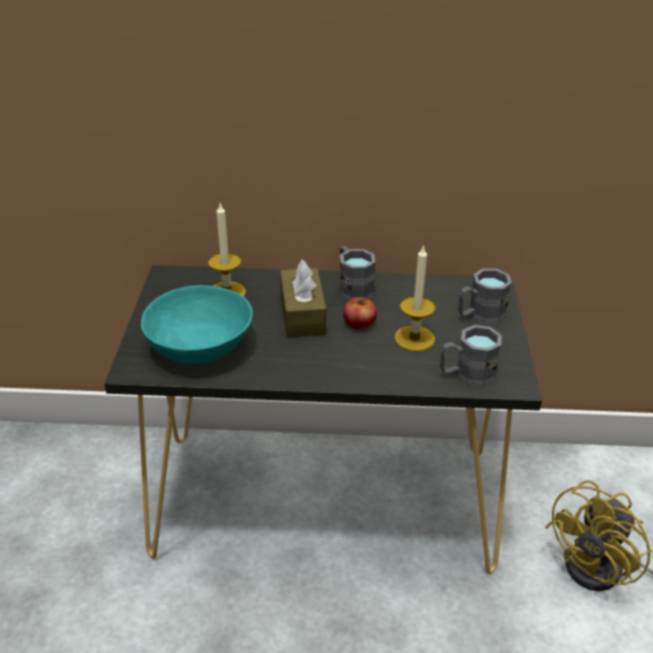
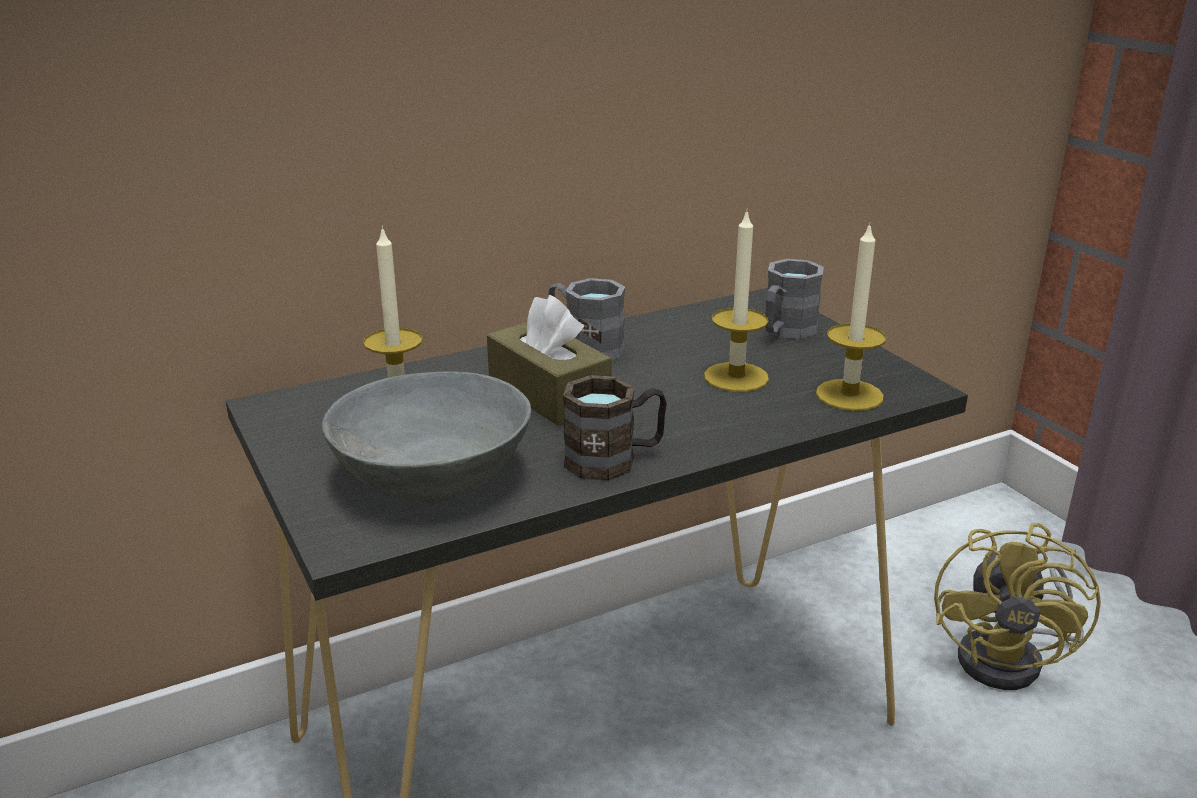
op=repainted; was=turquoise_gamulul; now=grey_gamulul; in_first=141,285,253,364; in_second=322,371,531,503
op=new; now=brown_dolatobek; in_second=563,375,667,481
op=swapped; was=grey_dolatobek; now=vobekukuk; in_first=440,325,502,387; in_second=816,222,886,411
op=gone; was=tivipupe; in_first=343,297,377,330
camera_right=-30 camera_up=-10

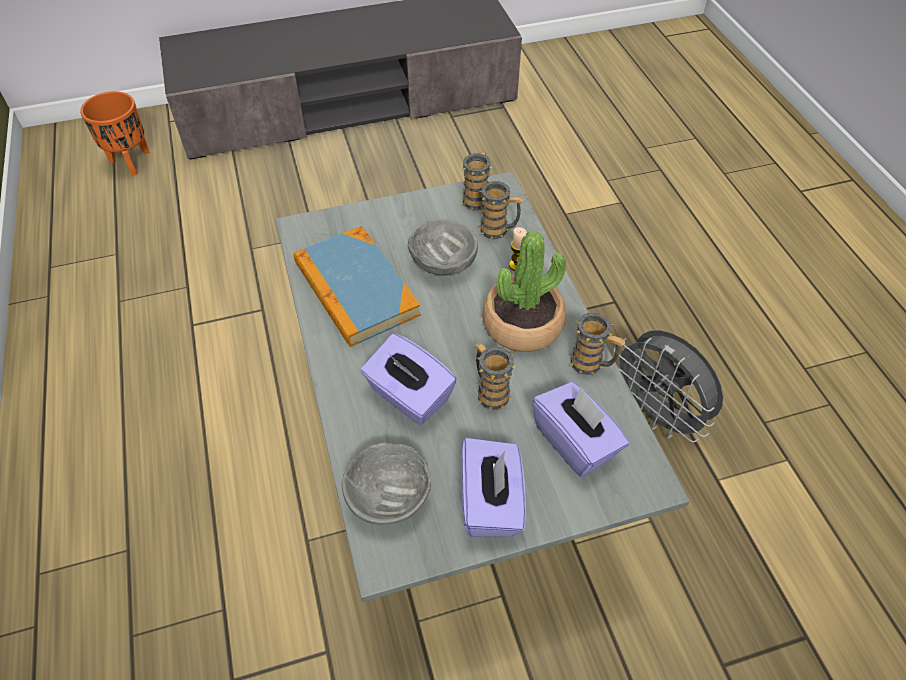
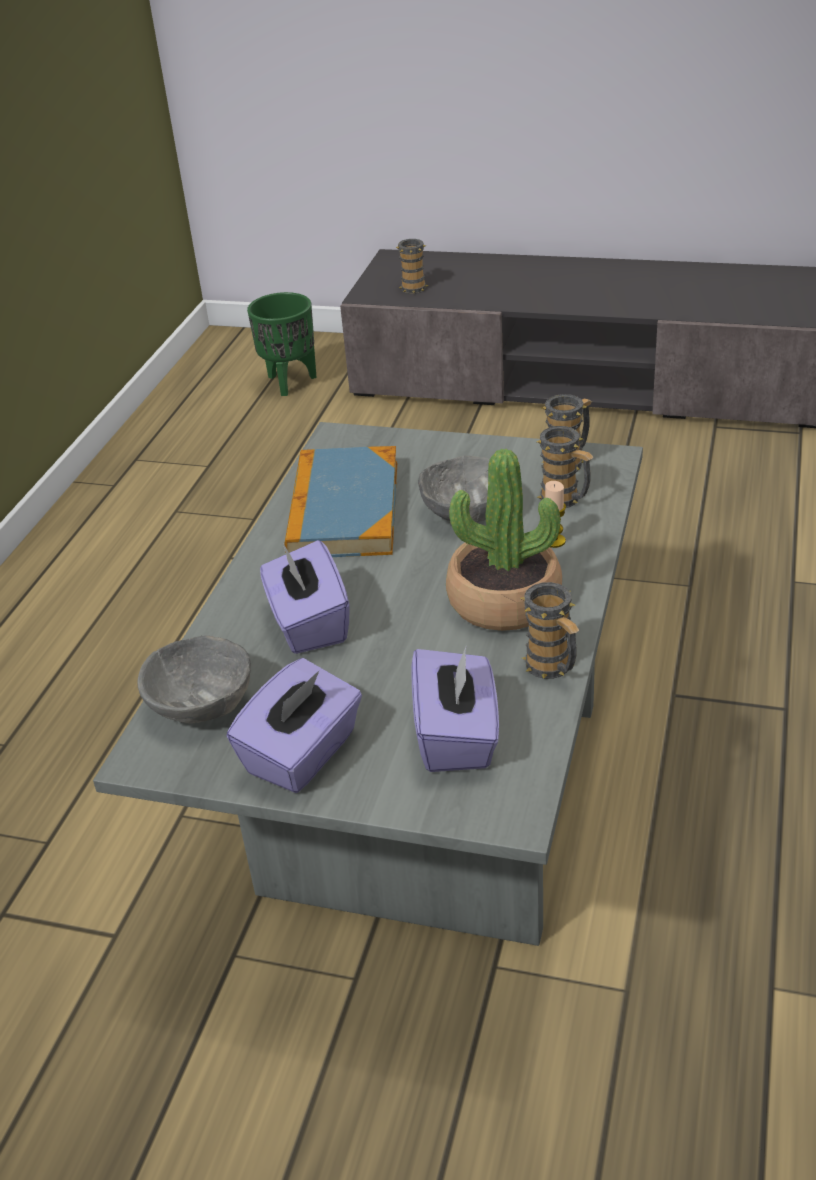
op=repainted; was=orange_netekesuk; now=green_netekesuk; in_first=80,91,149,176; in_second=247,292,317,396
op=shifted; was=dolatobek; in_first=475,343,516,410; in_second=396,239,428,294
op=gone; was=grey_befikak; in_first=614,330,723,443
camera_right=35 camera_up=-15

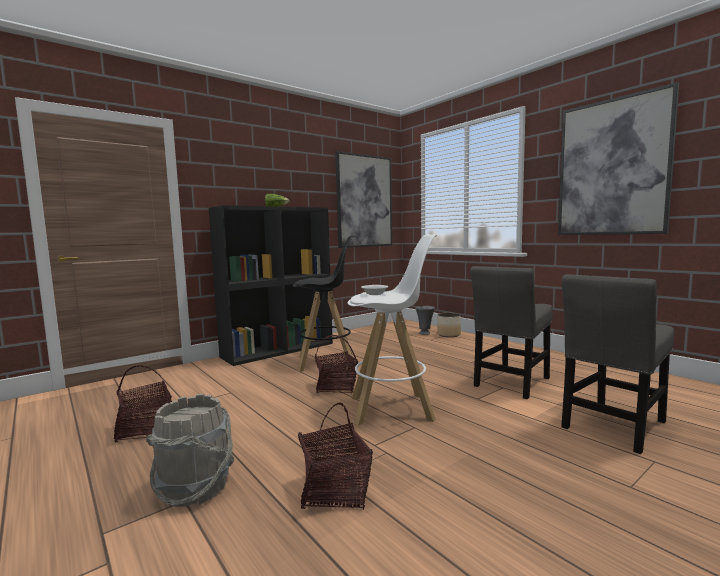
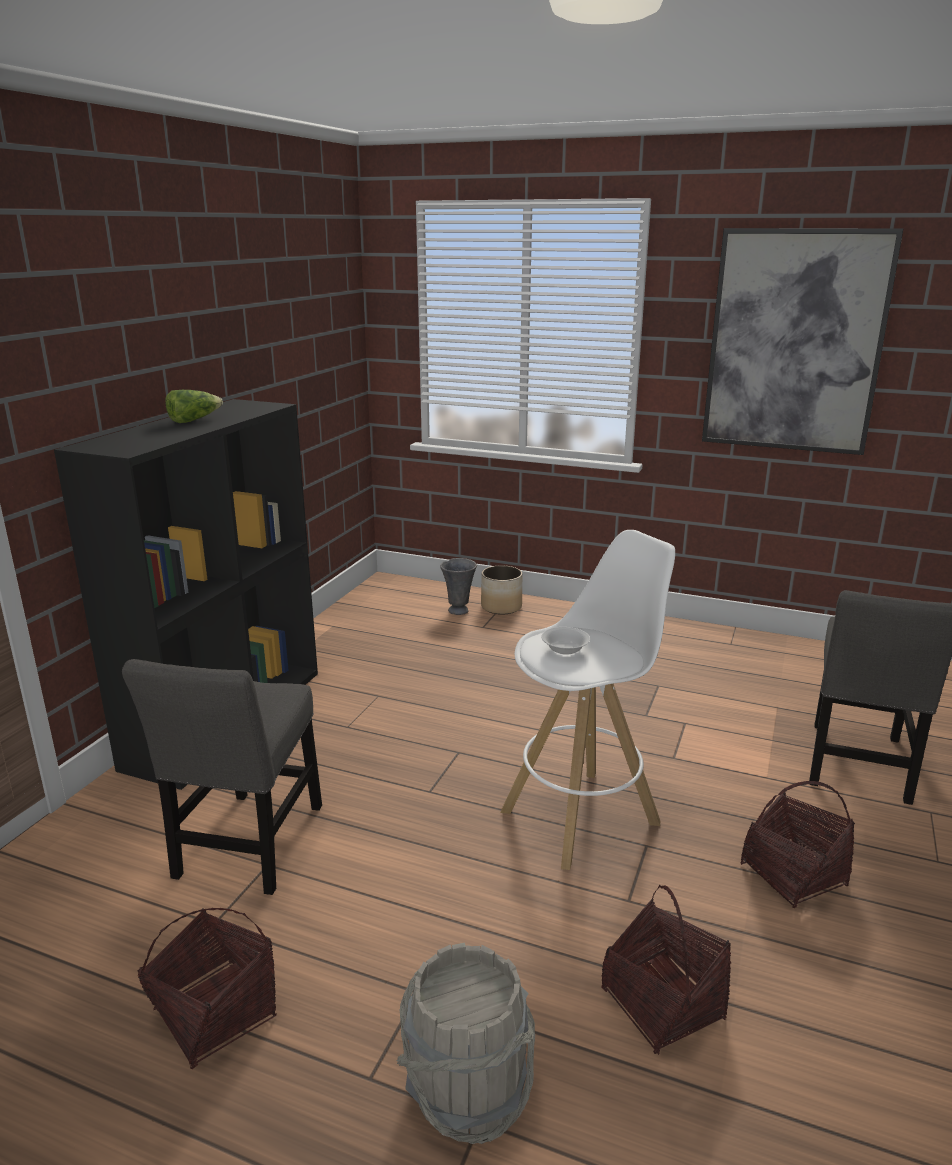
op=shifted; was=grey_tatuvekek; in_first=470,266,553,399; in_second=122,659,322,895
op=shifted; was=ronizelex; in_first=314,335,358,393; in_second=740,781,855,908
op=gone; was=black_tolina; in_first=293,236,355,372
op=gone; was=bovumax; in_first=335,151,392,248
camera_right=-30 camera_up=15

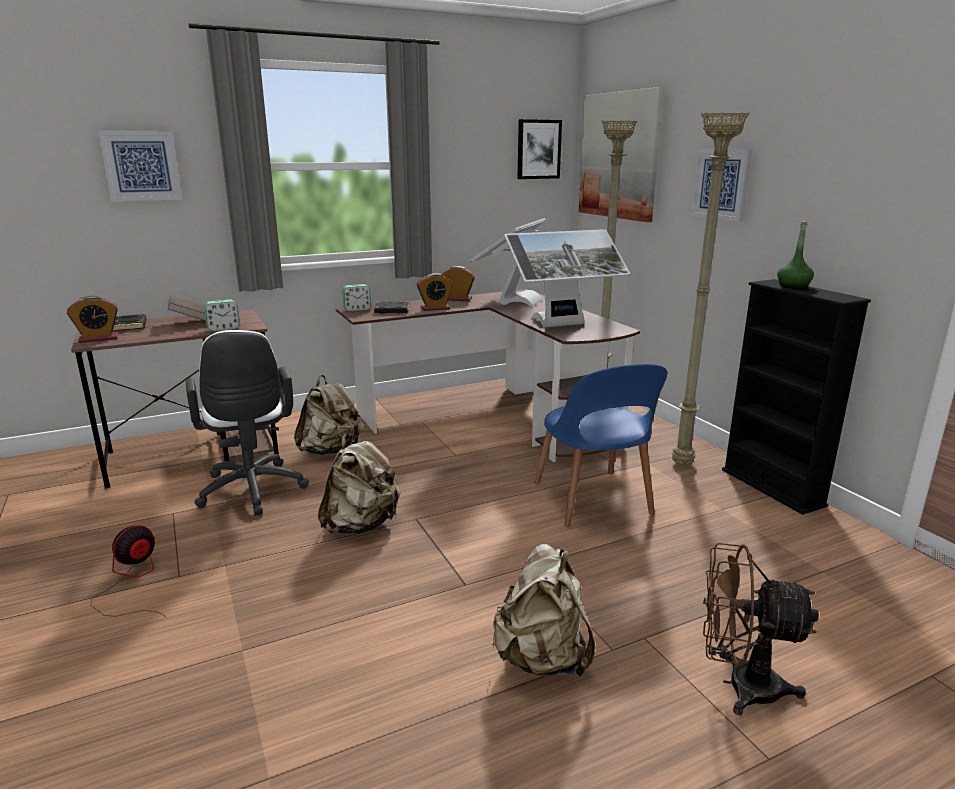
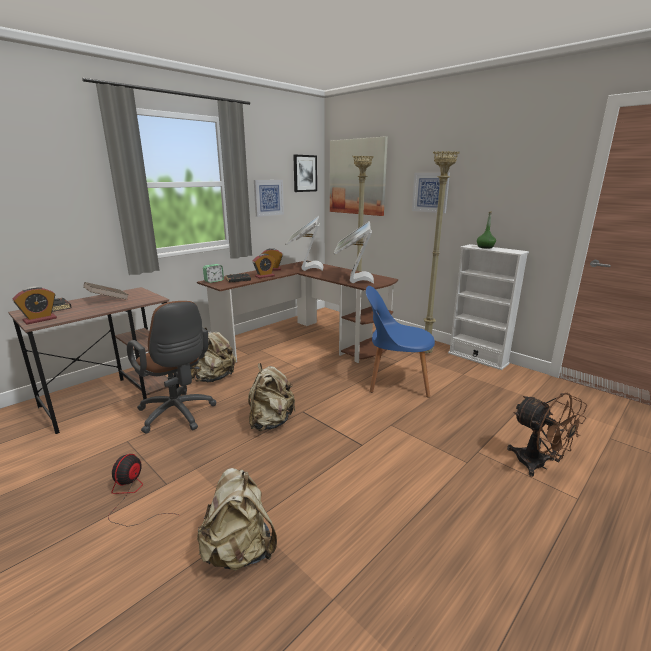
op=repainted; was=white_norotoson; now=brown_norotoson; in_first=186,330,309,515; in_second=127,301,217,434
op=shifted; was=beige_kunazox; in_first=492,544,595,677; in_second=197,468,277,571
op=shifted; was=bovumax; in_first=98,131,182,202; in_second=254,180,284,217
op=rotated; was=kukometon; in_first=504,229,630,328; in_second=334,221,374,284; clockwise=135
op=rotated; was=blue_tatuvekek; in_first=534,364,667,527; in_second=366,286,435,398; clockwise=135
op=repainted; was=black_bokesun; now=white_bokesun; in_first=722,279,871,515; in_second=448,244,529,370
op=rotated; was=brown_befikak; in_first=703,543,819,715; in_second=507,393,587,477; clockwise=-120
op=gone; was=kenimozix; in_first=204,299,240,332
camera_right=-20 camera_up=0

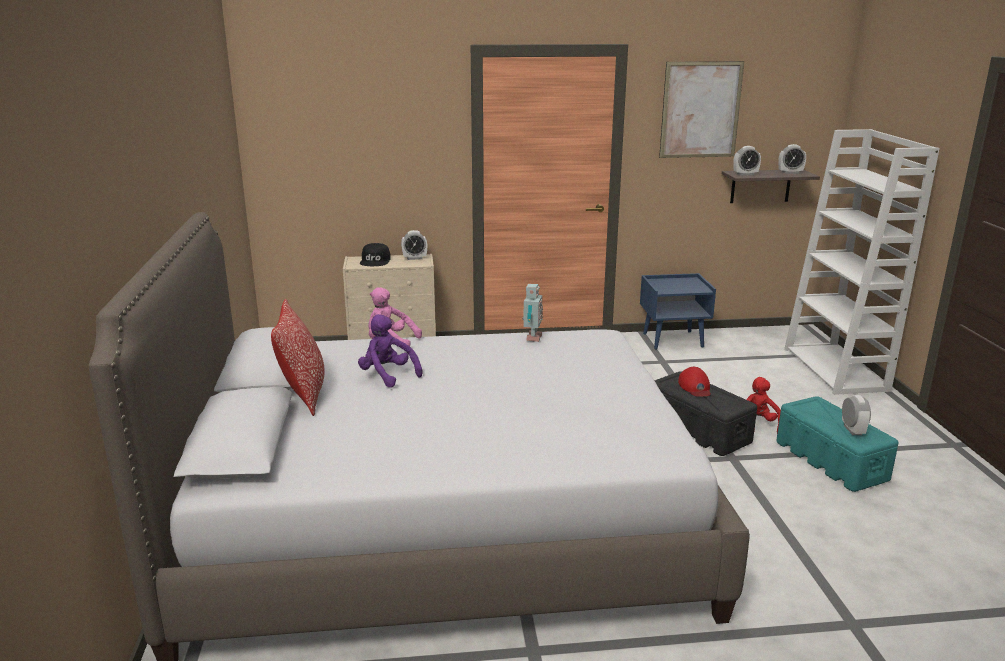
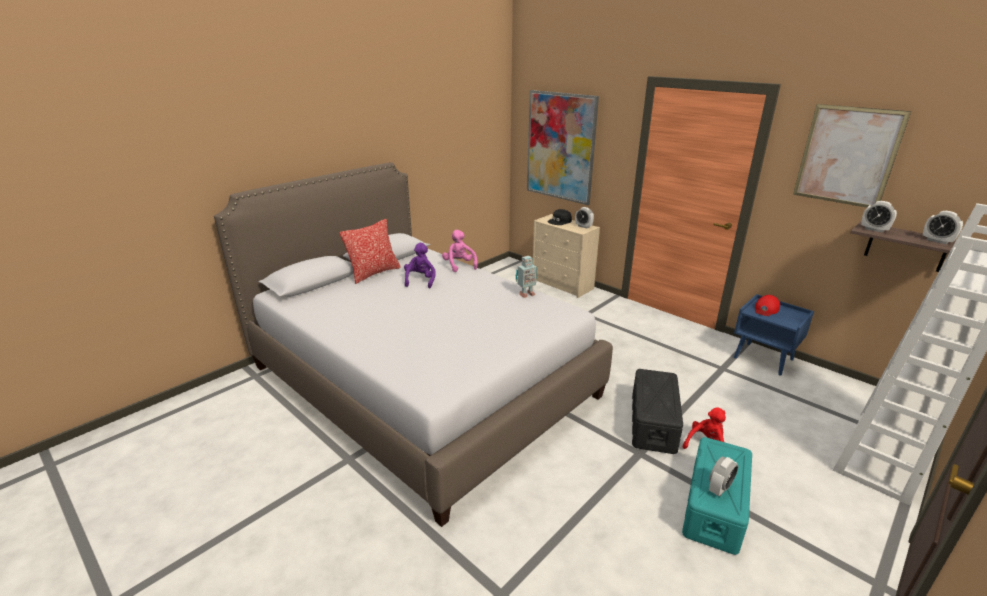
op=new; now=bovumax; in_second=527,90,599,205
op=shifted; was=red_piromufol; in_first=678,367,711,397; in_second=755,295,780,316
camera_right=50 camera_up=5

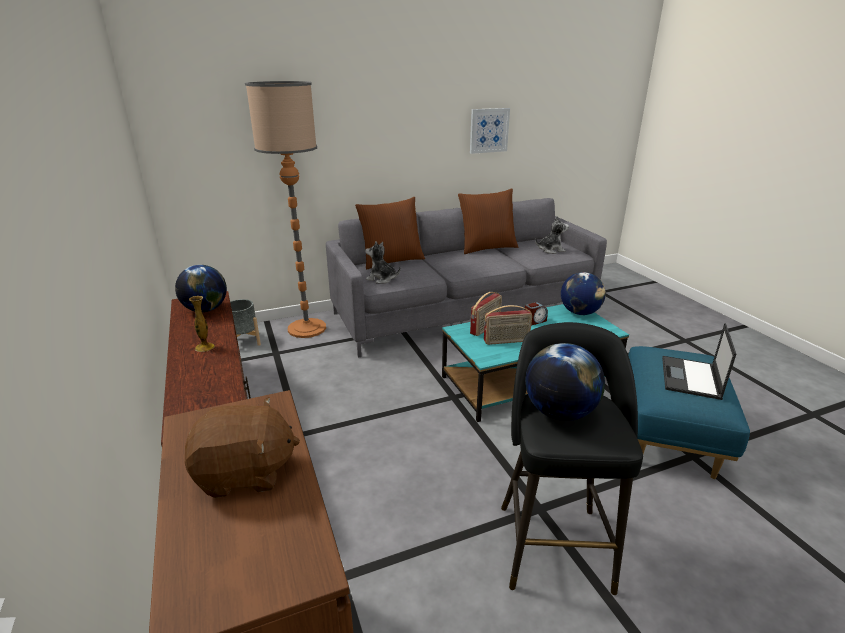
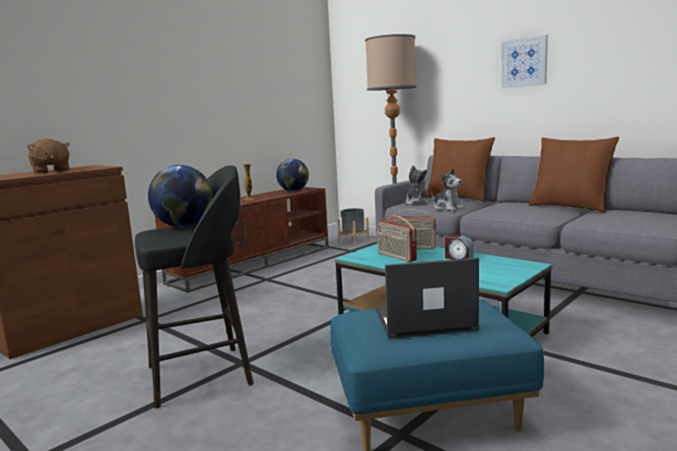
op=shifted; was=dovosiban; in_first=535,216,569,254; in_second=432,168,465,211
op=shifted; was=bovumax; in_first=470,108,510,154; in_second=501,35,548,88
op=gone; was=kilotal; in_first=561,272,606,315
camera_right=65 camera_up=-15

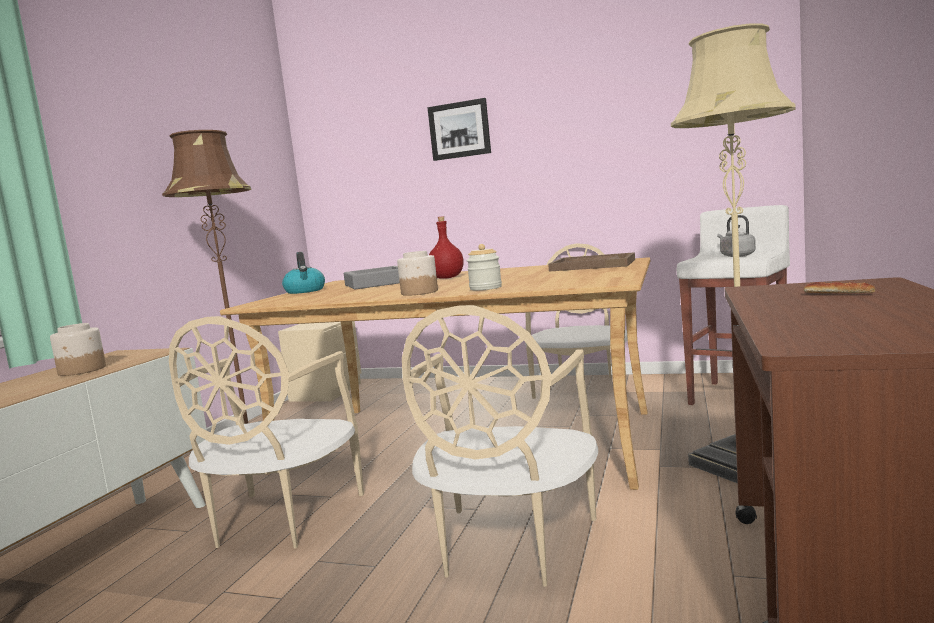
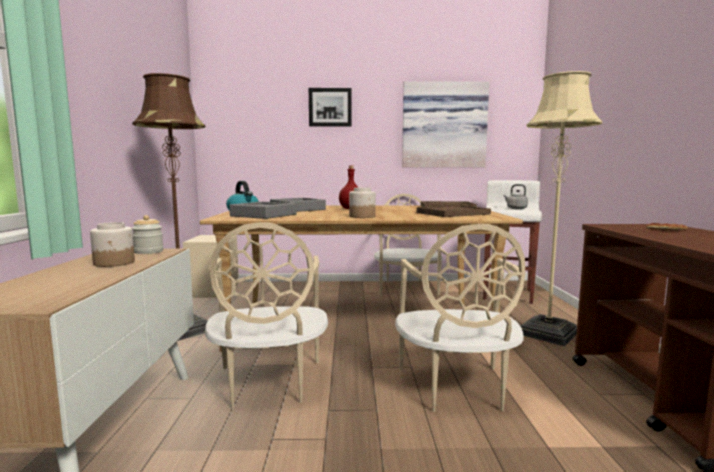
op=shifted; was=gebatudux; in_first=467,244,502,290; in_second=132,215,163,254
op=new; now=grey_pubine; in_second=229,202,297,219
op=new; now=bovumax; in_second=402,81,489,167
op=new; now=brown_pubine; in_second=417,205,491,217
camera_right=-20 camera_up=0

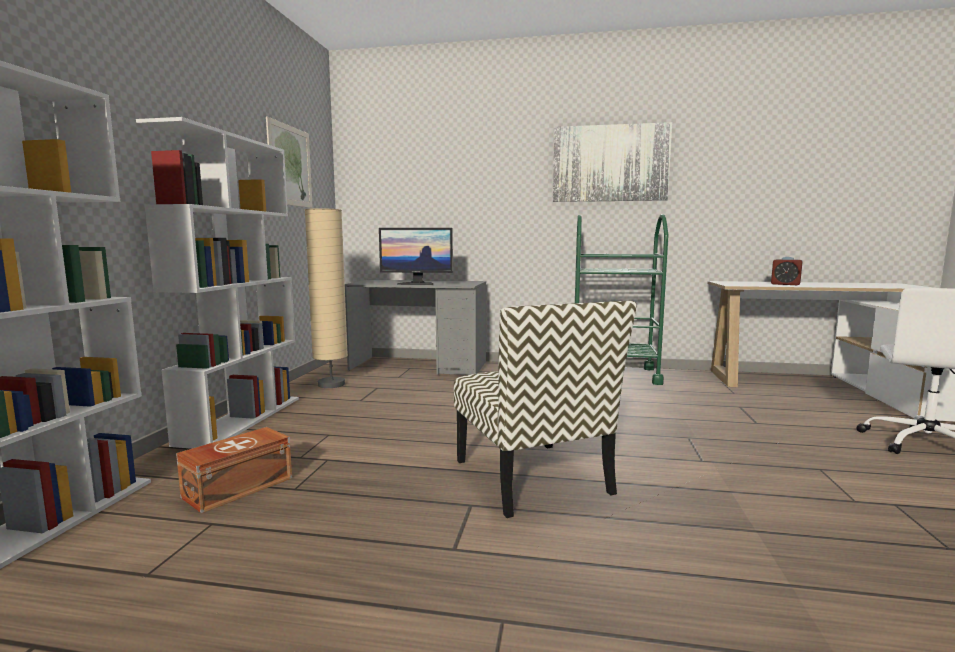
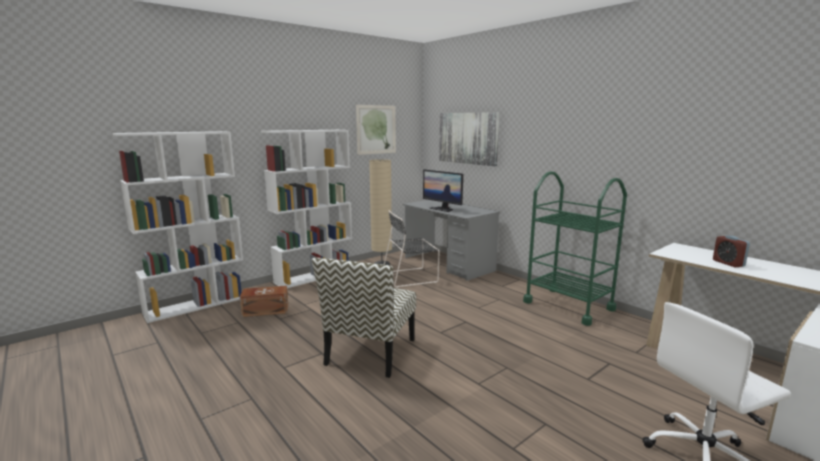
op=new; now=black_tatuvekek; in_second=384,210,440,288
op=shifted; was=bovumax; in_first=553,122,672,202; in_second=439,112,500,166
camera_right=40 camera_up=5

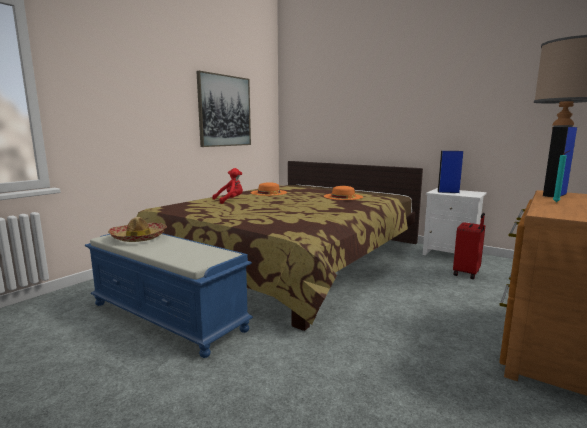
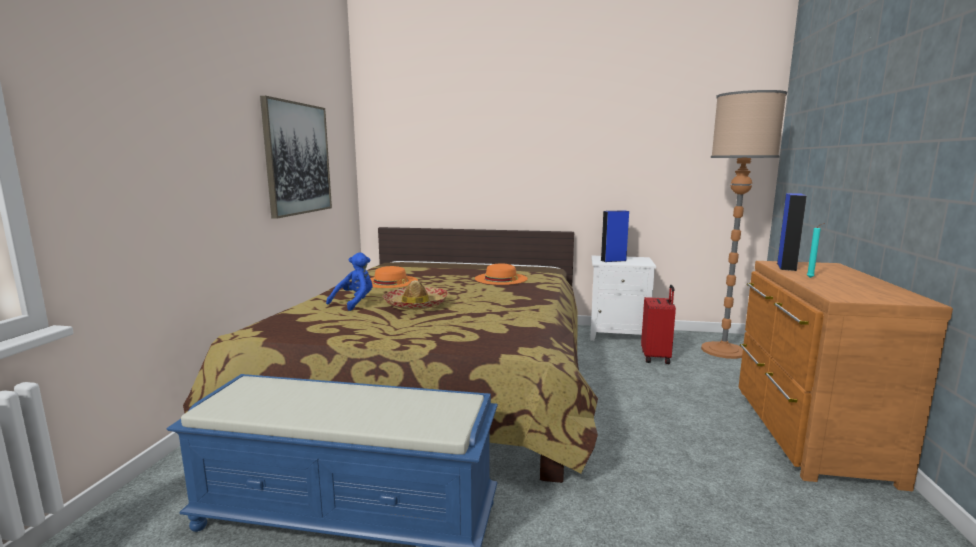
op=repainted; was=red_dovosiban; now=blue_dovosiban; in_first=212,168,243,204; in_second=326,252,373,311
op=shifted; was=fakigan; in_first=108,217,167,242; in_second=382,280,448,310
camera_right=-25 camera_up=0

